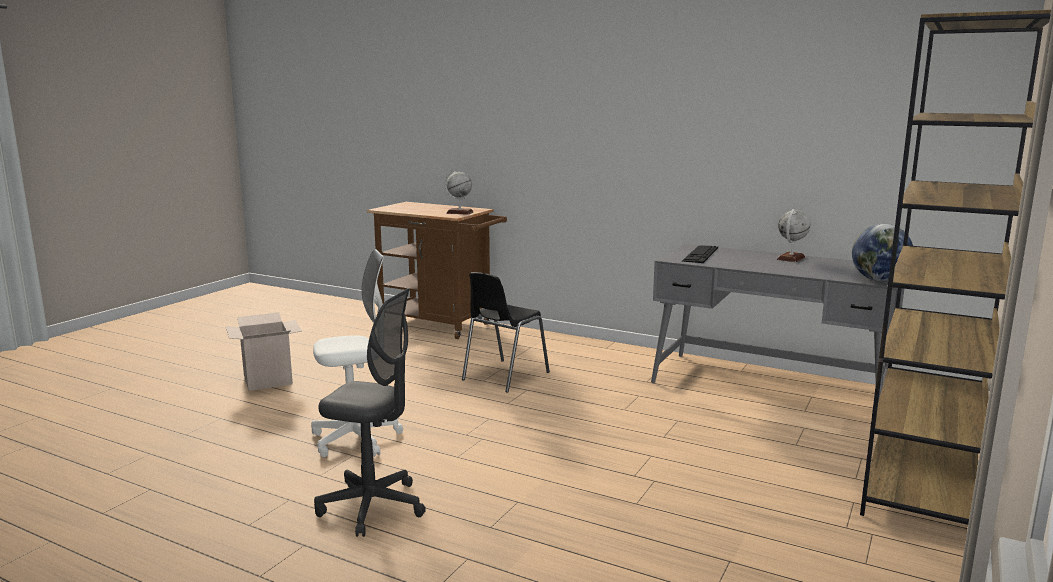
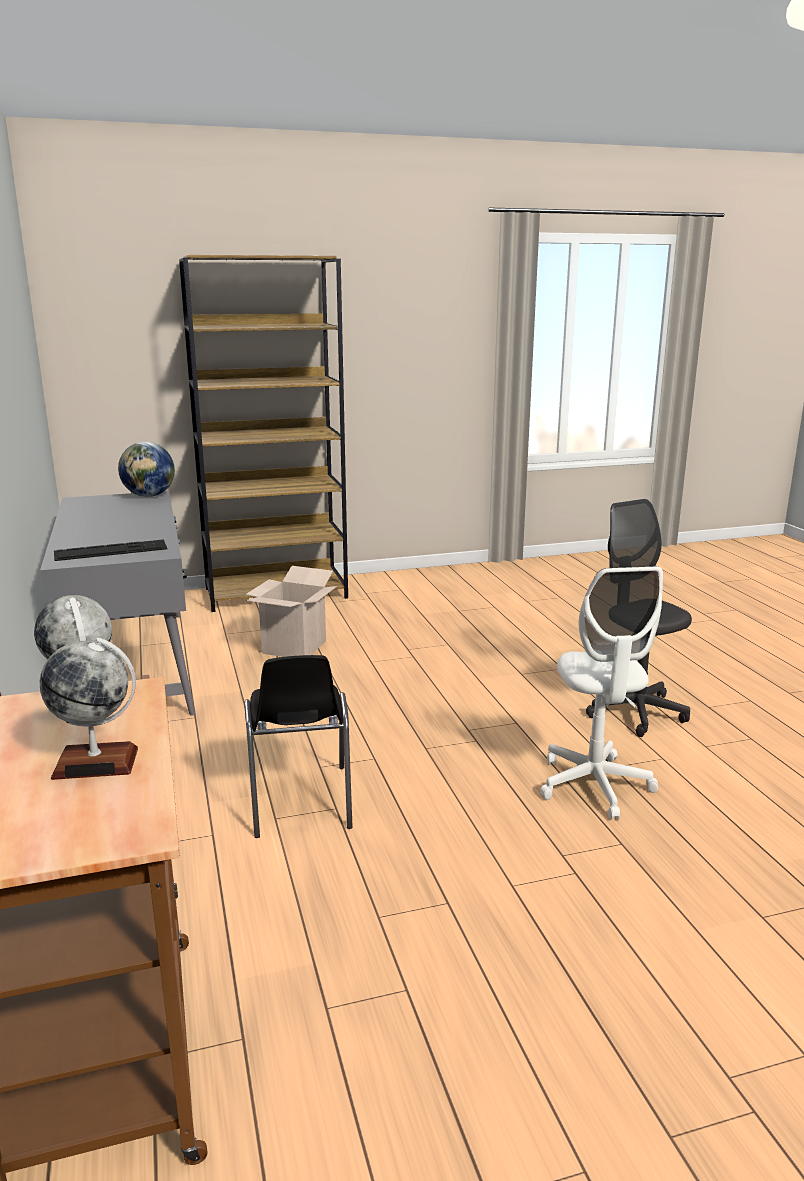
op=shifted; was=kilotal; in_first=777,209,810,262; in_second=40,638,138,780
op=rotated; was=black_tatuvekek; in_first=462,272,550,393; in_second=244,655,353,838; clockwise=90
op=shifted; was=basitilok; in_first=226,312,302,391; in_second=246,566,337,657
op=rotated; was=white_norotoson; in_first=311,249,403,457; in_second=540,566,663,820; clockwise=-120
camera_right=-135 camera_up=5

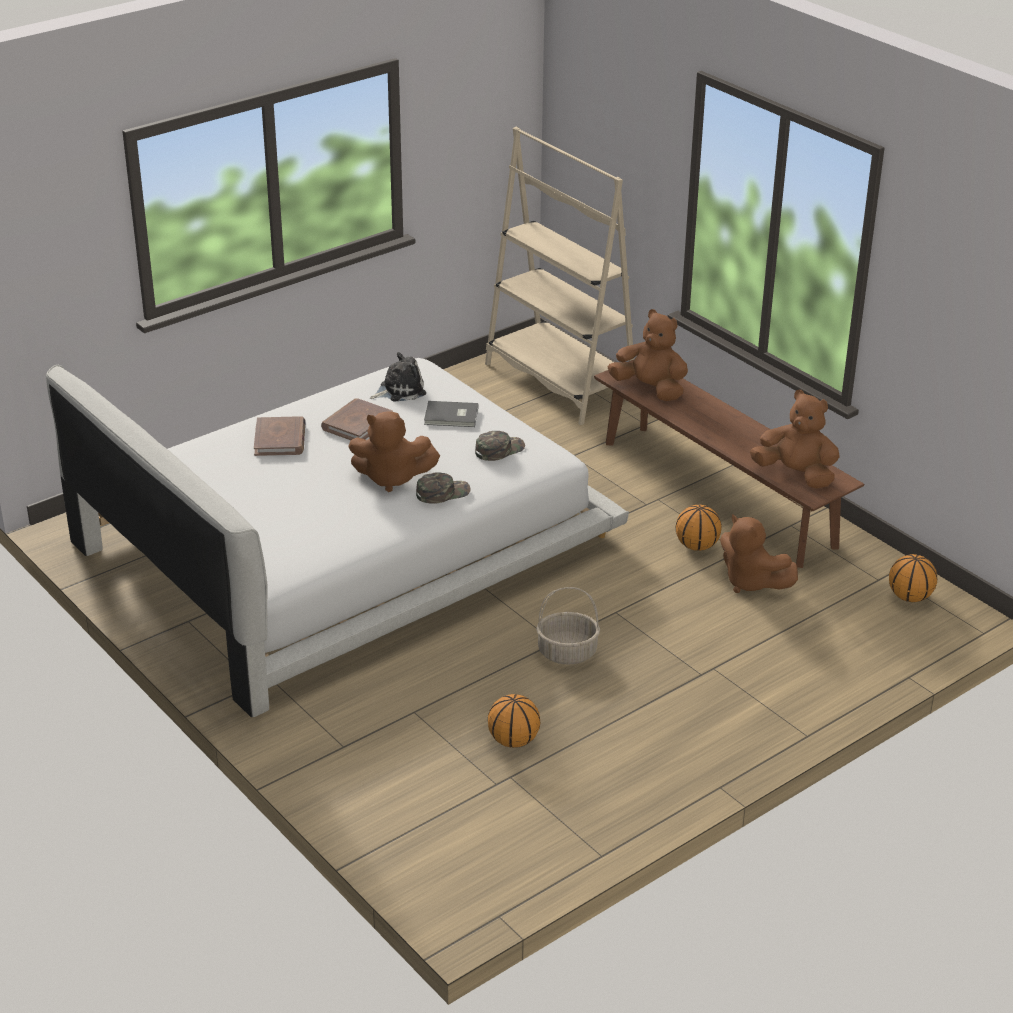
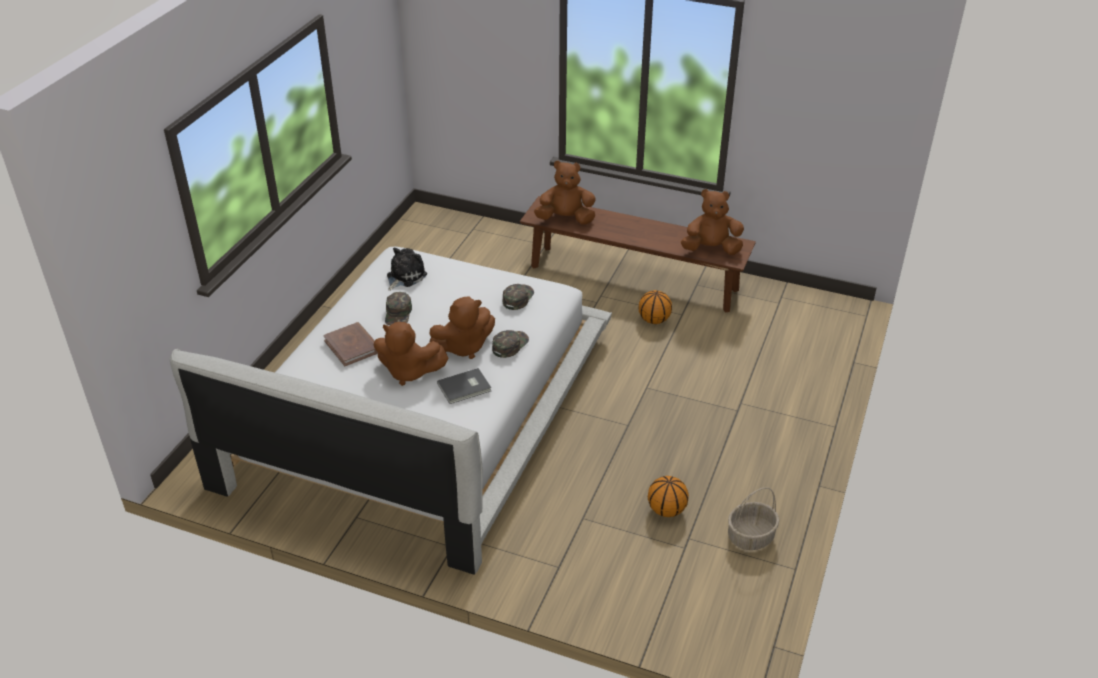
op=shifted; was=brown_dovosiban; in_first=720,515,798,593; in_second=373,322,449,386
op=swapped; was=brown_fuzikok; now=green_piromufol; in_first=321,398,393,440; in_second=385,292,412,325
op=shifted; was=grey_fuzikok; in_first=424,401,478,427; in_second=437,368,491,404
op=shifted; was=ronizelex; in_first=536,587,600,665; in_second=728,487,779,550
op=gone; was=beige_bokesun; in_first=485,126,634,425
op=gone; was=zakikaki; in_first=889,554,937,602
camera_right=-30 camera_up=5

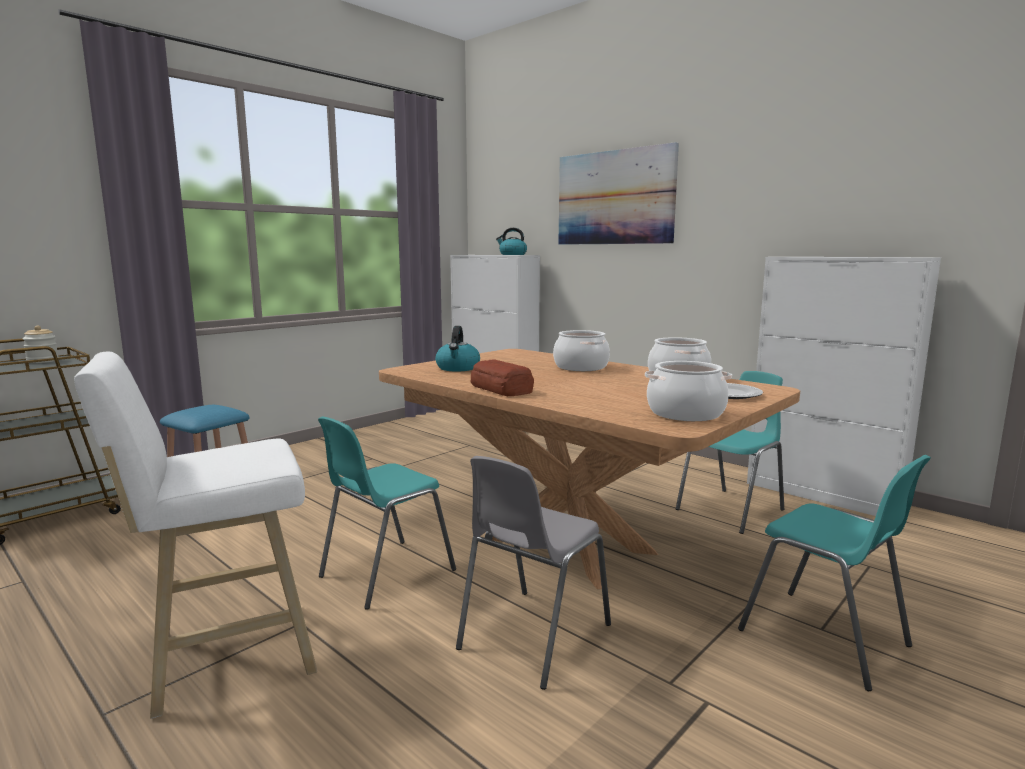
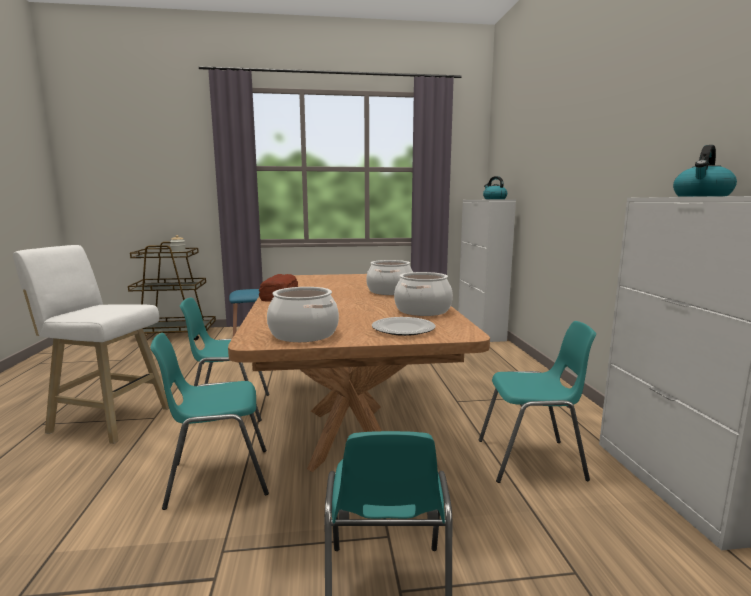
op=repainted; was=grey_tatuvekek; now=turquoise_tatuvekek; in_first=456,456,611,690; in_second=150,333,269,510
op=shifted; was=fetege; in_first=435,326,480,372; in_second=673,145,737,197
op=gone; was=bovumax; in_first=558,142,679,245
camera_right=40 camera_up=0

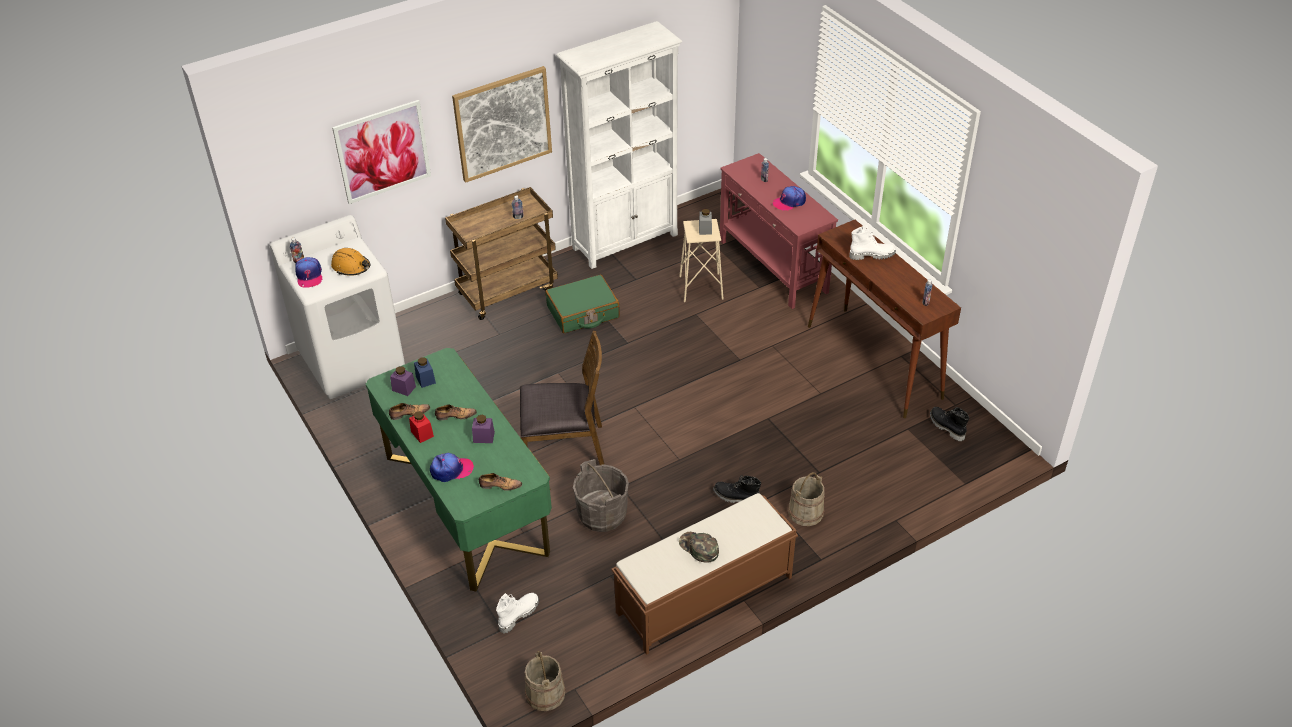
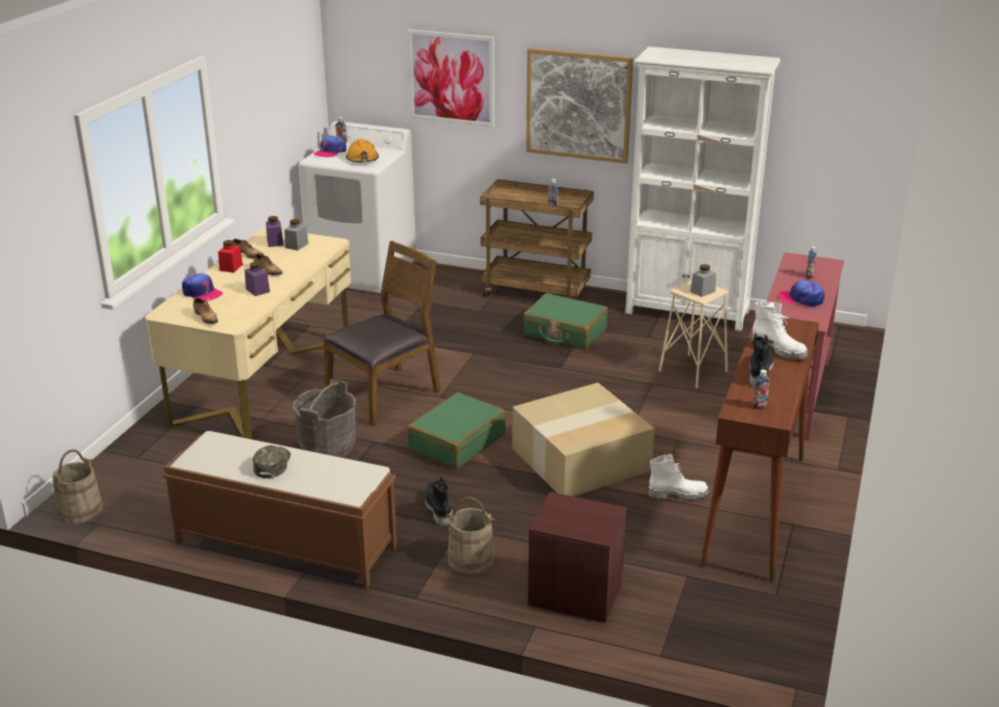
op=repainted; was=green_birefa; now=beige_birefa; in_first=366,348,552,592; in_second=145,228,351,439
op=repainted; was=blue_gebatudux; now=grey_gebatudux; in_first=414,357,436,388; in_second=284,219,309,251
op=rotated; was=brown_tatuvekek; in_first=520,331,605,465; in_second=323,241,441,426; clockwise=-90
op=new; now=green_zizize; in_second=407,392,506,469
op=new; now=basitilok; in_second=512,383,655,497
op=new; now=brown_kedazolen; in_second=528,492,627,623
op=shifted; was=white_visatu; in_first=496,593,539,633; in_second=649,454,709,500
op=shifted; was=black_visatu; in_first=930,407,969,441; in_second=749,333,774,387
camera_right=50 camera_up=-15

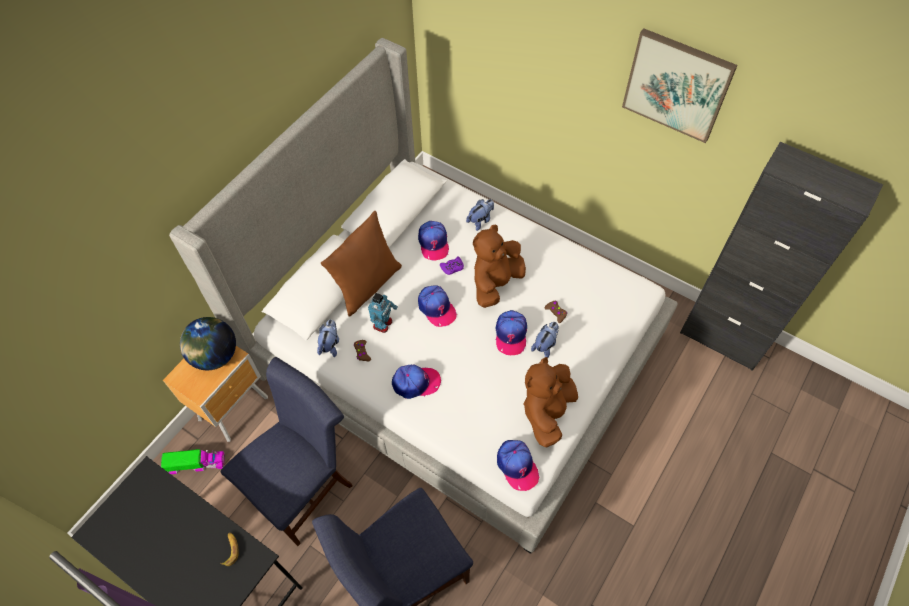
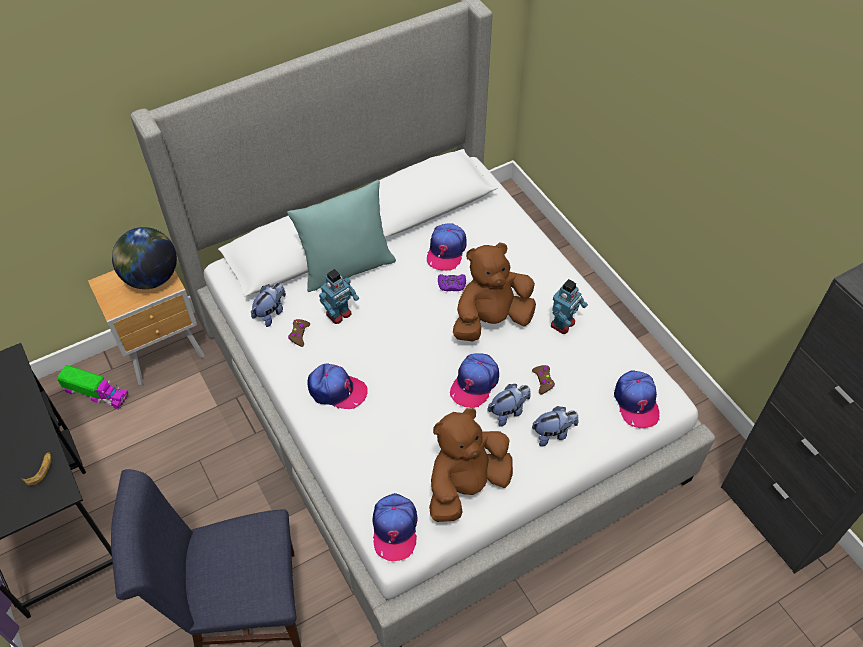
op=repainted; was=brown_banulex; now=turquoise_banulex; in_first=321,211,402,316; in_second=287,180,396,292
op=shifted; was=dovosiban; in_first=466,199,494,231; in_second=532,406,578,446
op=new; now=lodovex; in_second=551,279,588,334
op=shifted; was=piromufol; in_first=418,285,457,327; in_second=614,370,660,428
op=gone; was=blue_tatuvekek; in_first=221,357,353,546
op=gone; was=bovumax; in_first=622,28,737,143
camera_right=25 camera_up=-5

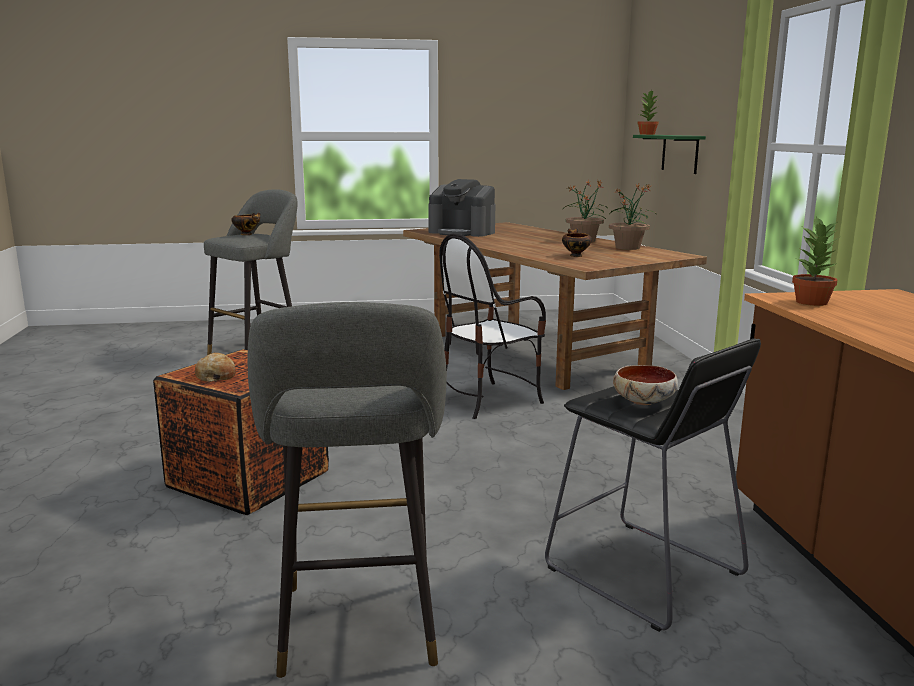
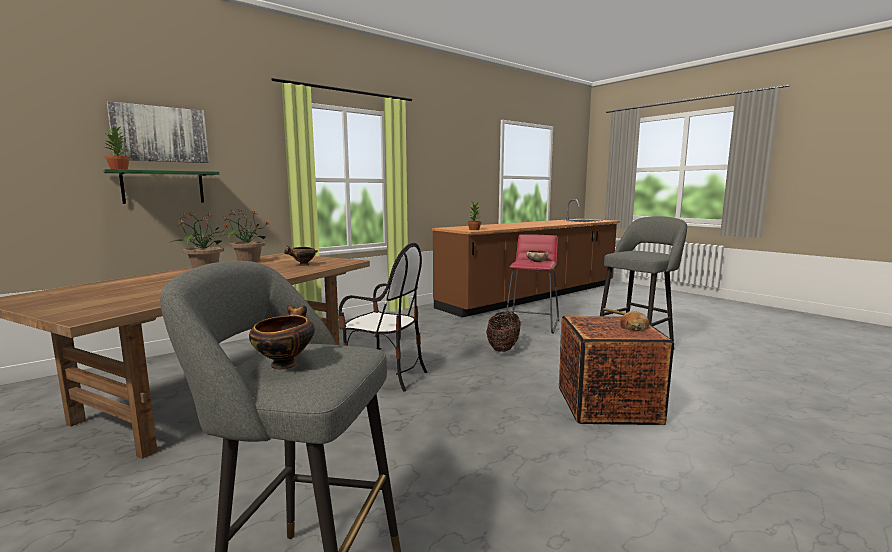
op=new; now=bovumax; in_second=107,101,209,163
op=new; now=ronizelex; in_second=486,312,520,352
op=repainted; was=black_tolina; now=red_tolina; in_first=545,338,761,632; in_second=504,234,559,334
op=gone; was=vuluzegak; in_first=428,179,495,237
camera_right=-120 camera_up=-5

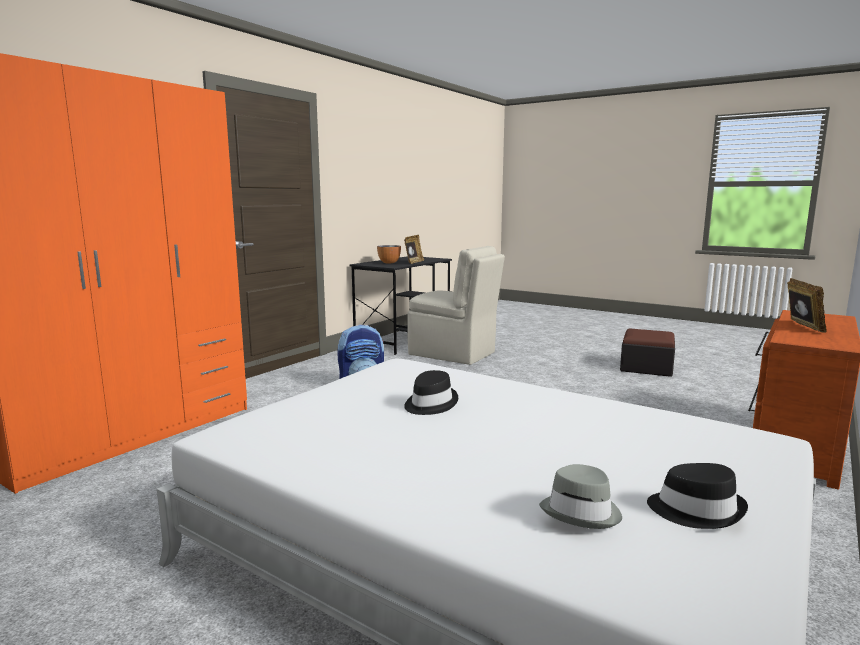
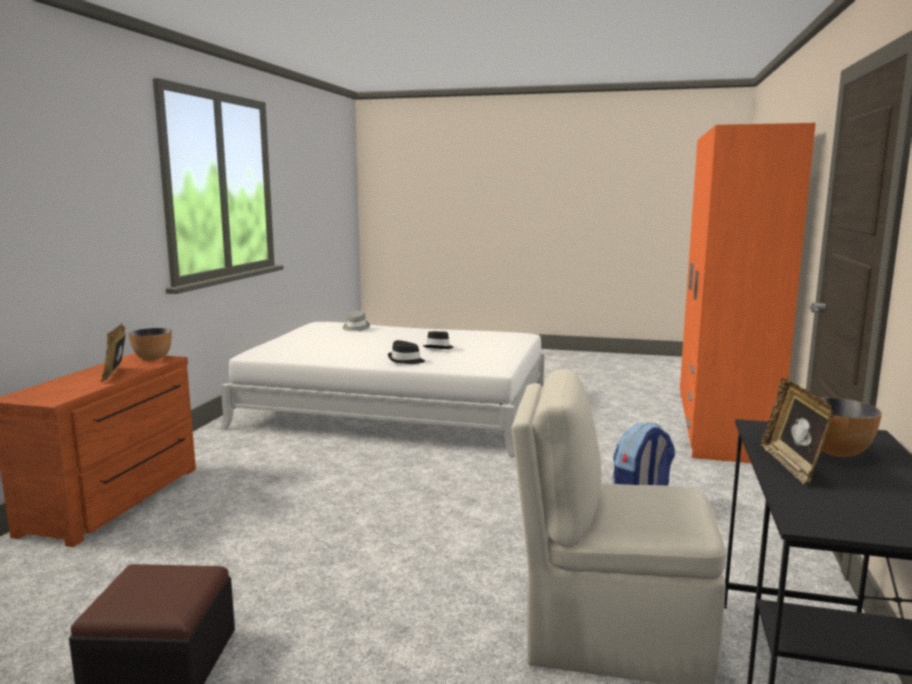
op=new; now=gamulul; in_second=129,328,172,360
op=shifted; was=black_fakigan; in_first=647,463,748,529; in_second=388,340,425,364
camera_right=160 camera_up=0

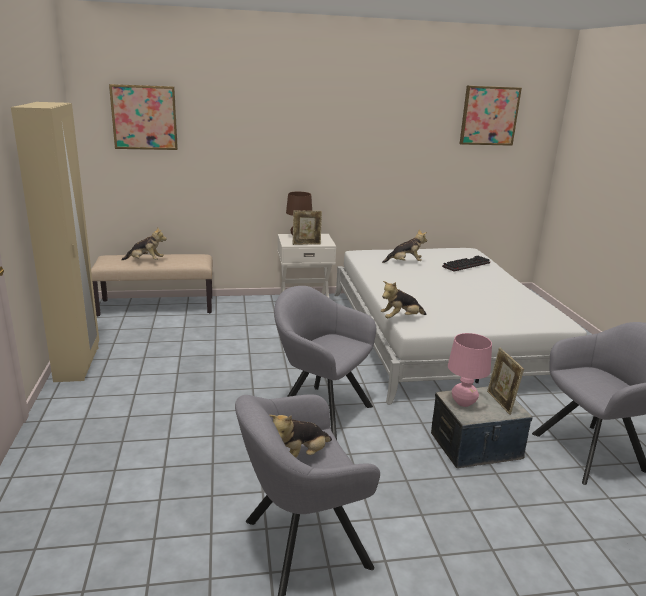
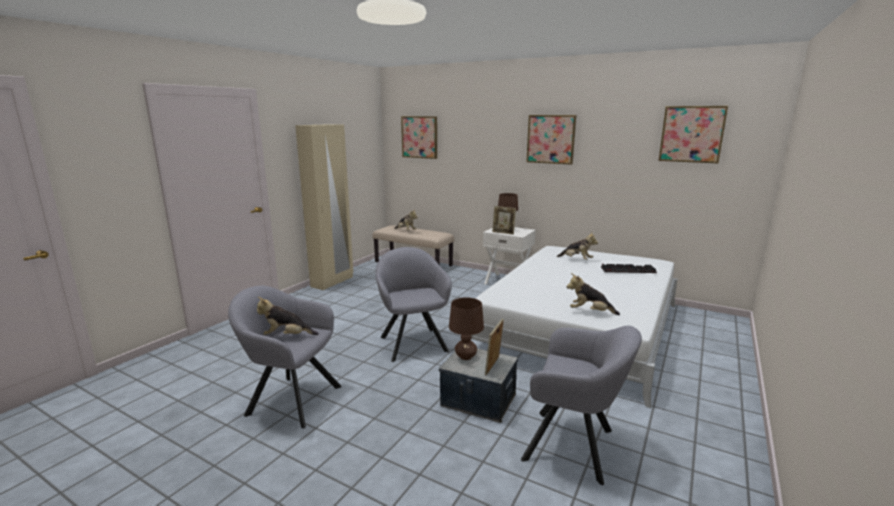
op=repainted; was=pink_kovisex; now=brown_kovisex; in_first=448,333,492,407; in_second=449,297,484,360
op=new; now=bovumax; in_second=526,115,576,165
op=shifted; was=dovosiban; in_first=381,281,426,318; in_second=567,273,620,315
camera_right=40 camera_up=-5

